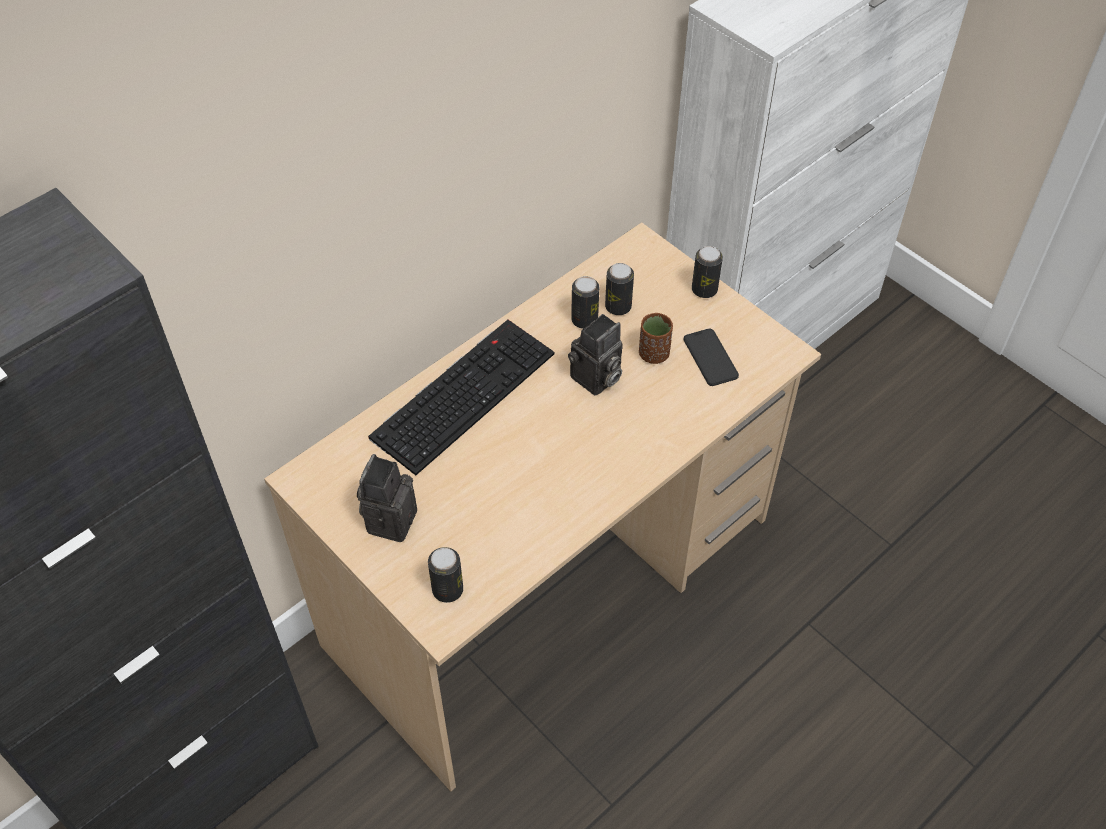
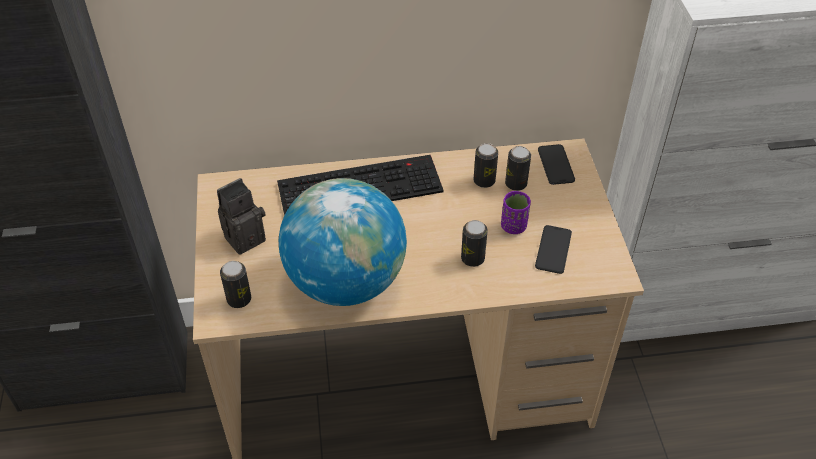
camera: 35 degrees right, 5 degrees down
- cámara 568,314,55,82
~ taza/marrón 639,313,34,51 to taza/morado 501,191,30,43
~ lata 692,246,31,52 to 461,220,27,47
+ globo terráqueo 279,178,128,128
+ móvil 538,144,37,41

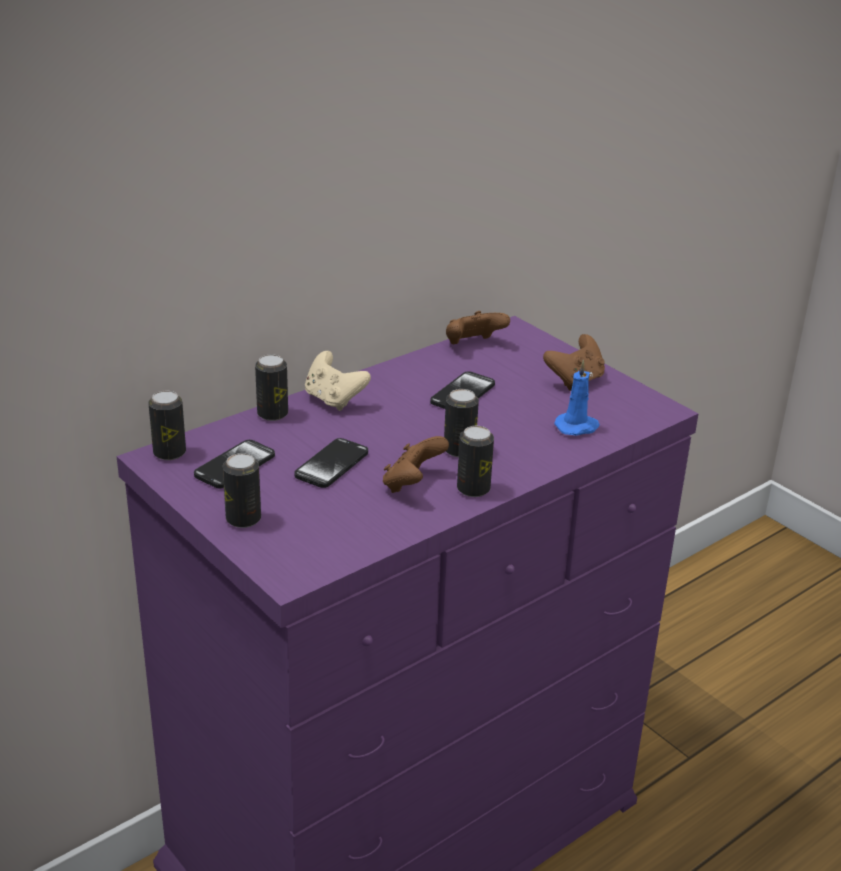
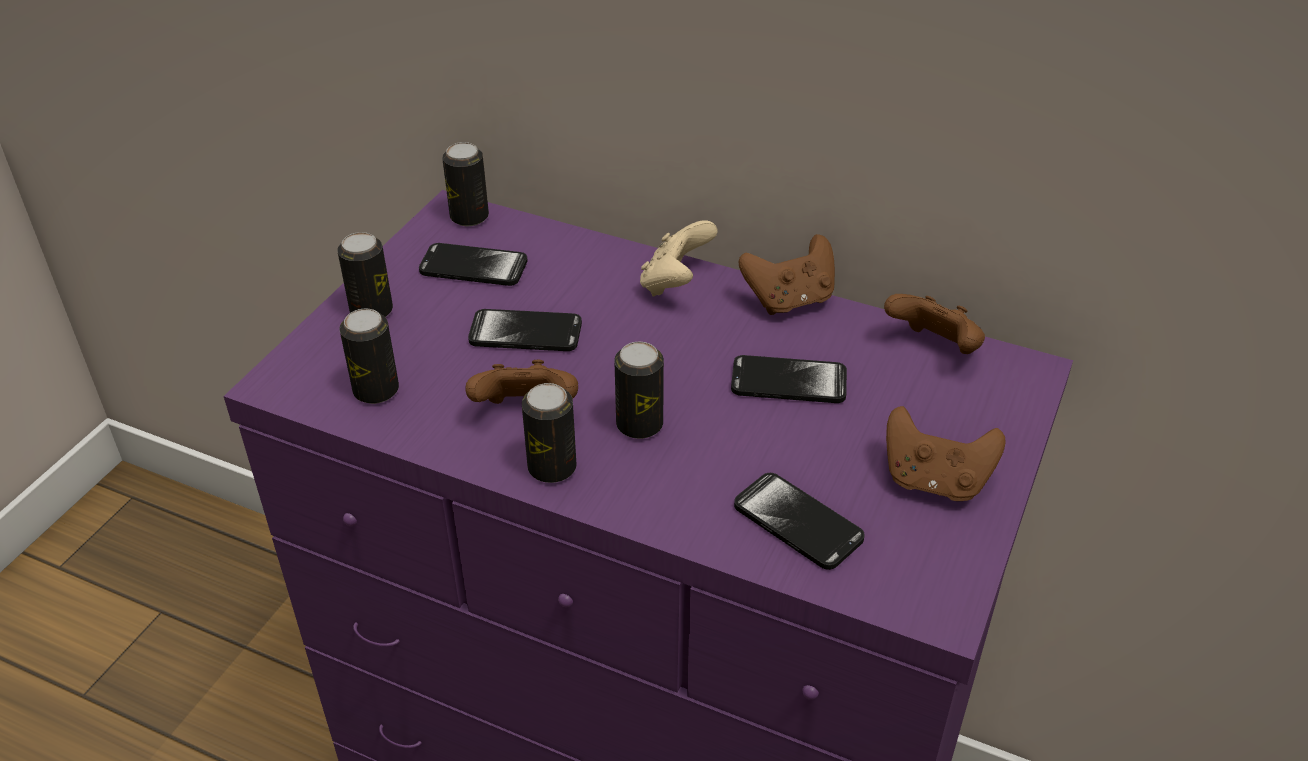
camera: 65 degrees right, 10 degrees up
~ lata 255,354,33,67 to 339,309,60,95
~ vela/azul 554,360,46,76 to móvil 734,473,131,97
+ mando de consola/marrón 739,234,96,81

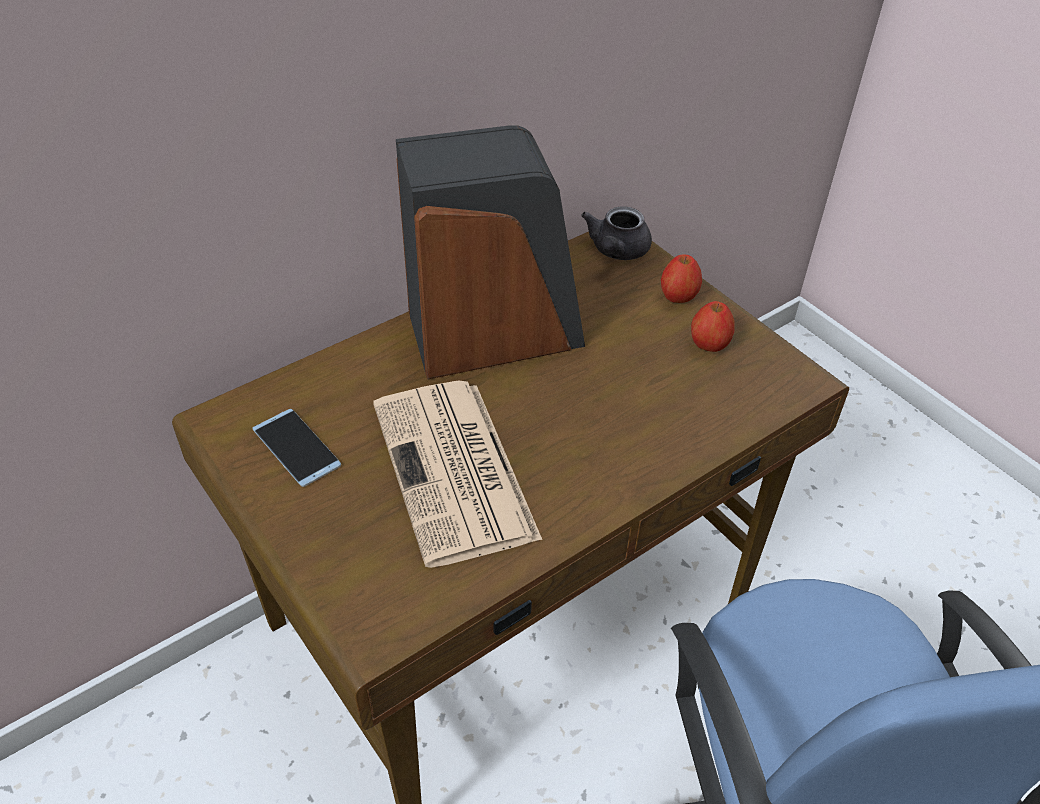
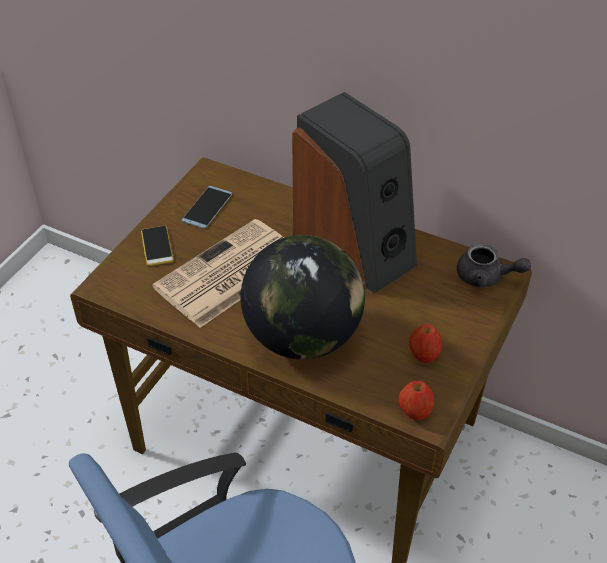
camera: 65 degrees right, 0 degrees up
~ tetera/gris 581,206,71,54 = 457,244,74,43 150 degrees counterclockwise
~ manzana 661,254,41,49 to 398,381,36,39
+ móvil 141,226,33,40
+ globo terráqueo 241,235,124,125

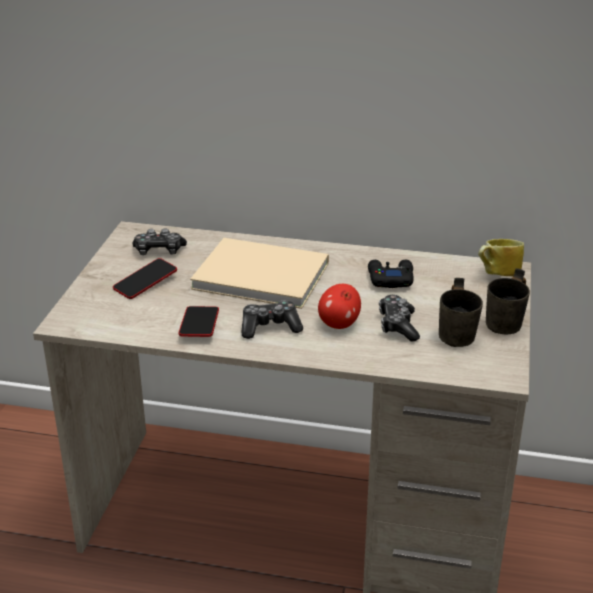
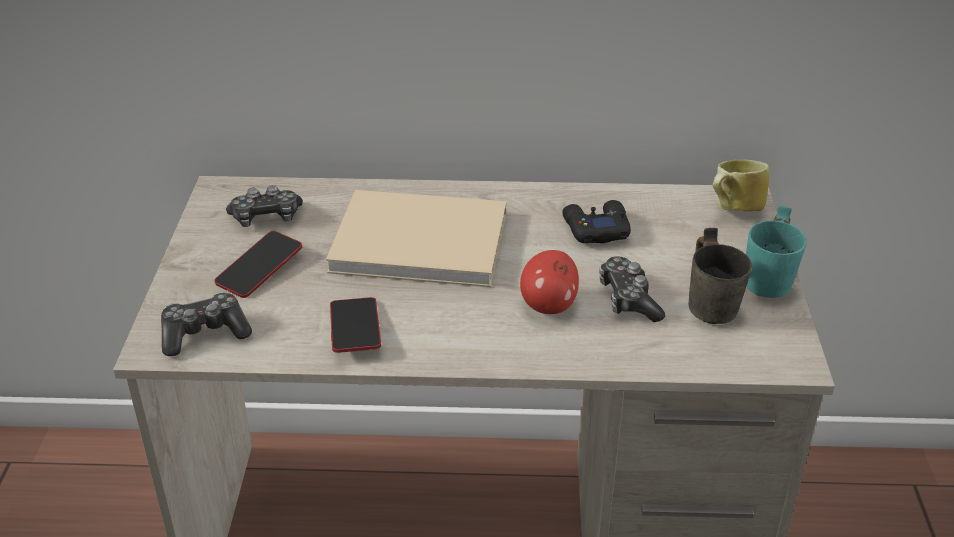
camera: 10 degrees left, 5 degrees up
~ mando de consola 242,301,61,38 to 161,292,91,64
~ taza grande/gris 486,268,44,66 to taza grande/turquesa 746,206,61,92

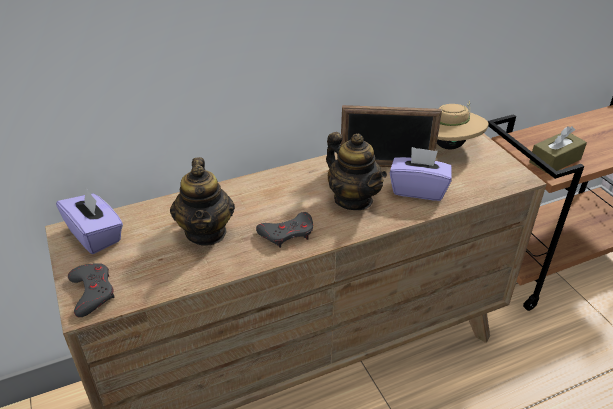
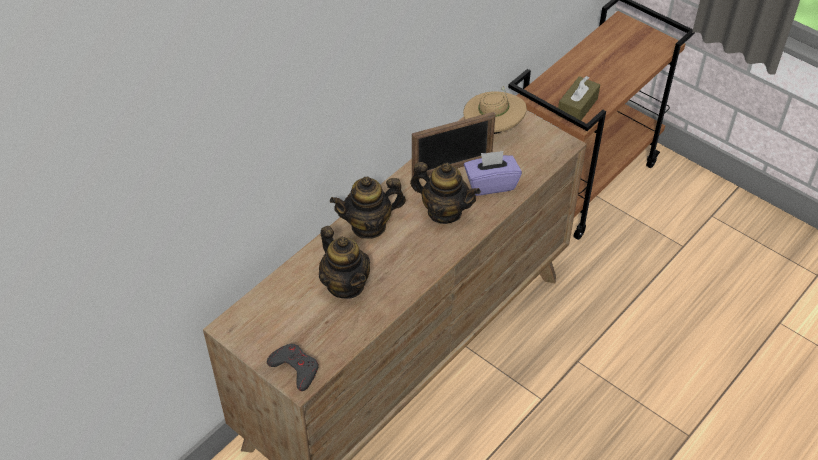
camera: 25 degrees left, 10 degrees up
- caja de pañuelos/morado 56,188,67,66
- mando de consola/gris 256,212,57,36
+ tetera 330,177,76,62

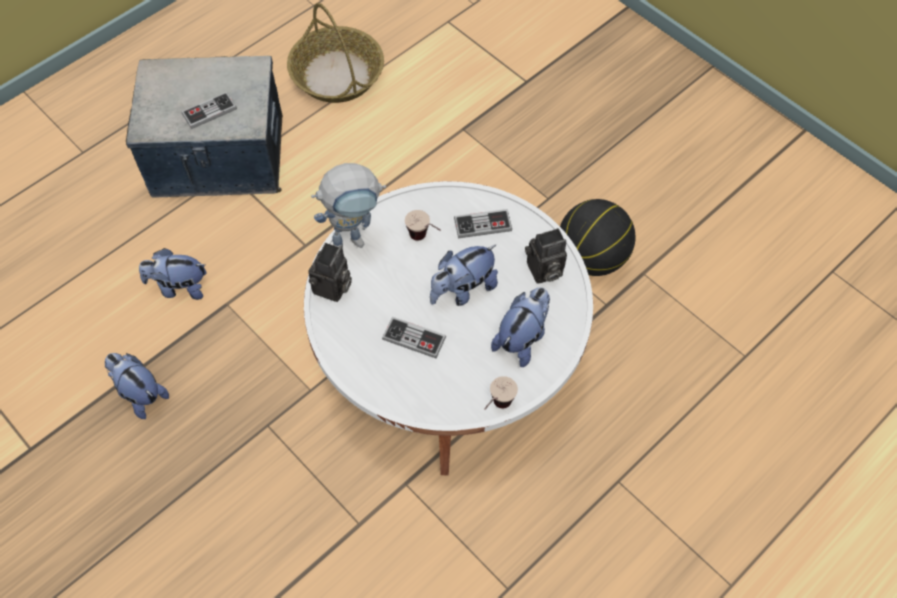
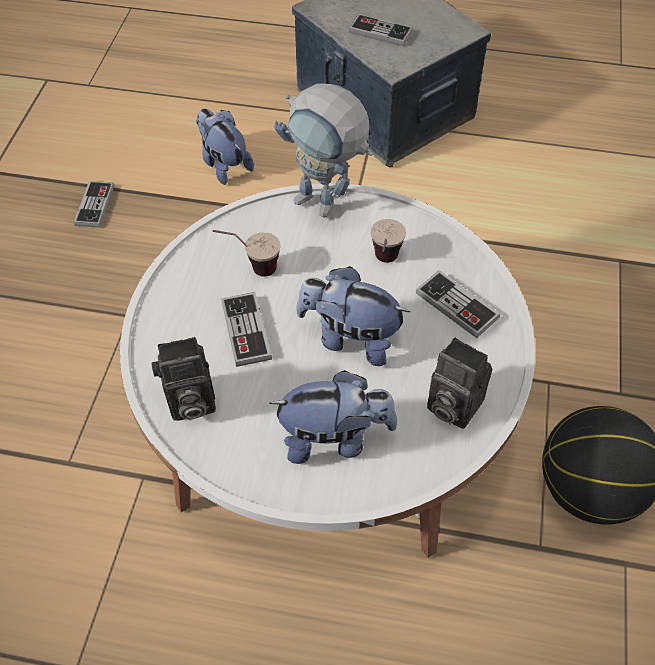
camera: 55 degrees right, 5 degrees down
~ peluche 105,353,64,66 to mando de consola 74,181,40,47
- cesta 287,3,97,100
~ cámara 308,243,44,59 to 152,337,64,84
~ taza 484,376,34,34 to 213,230,67,47

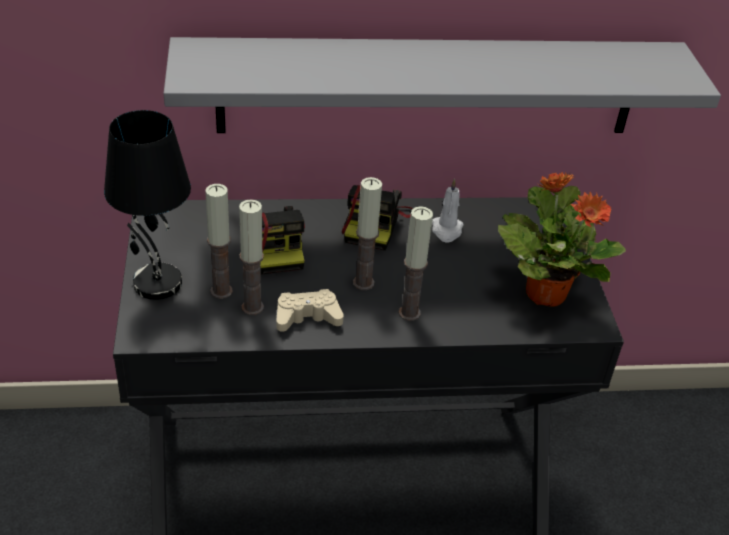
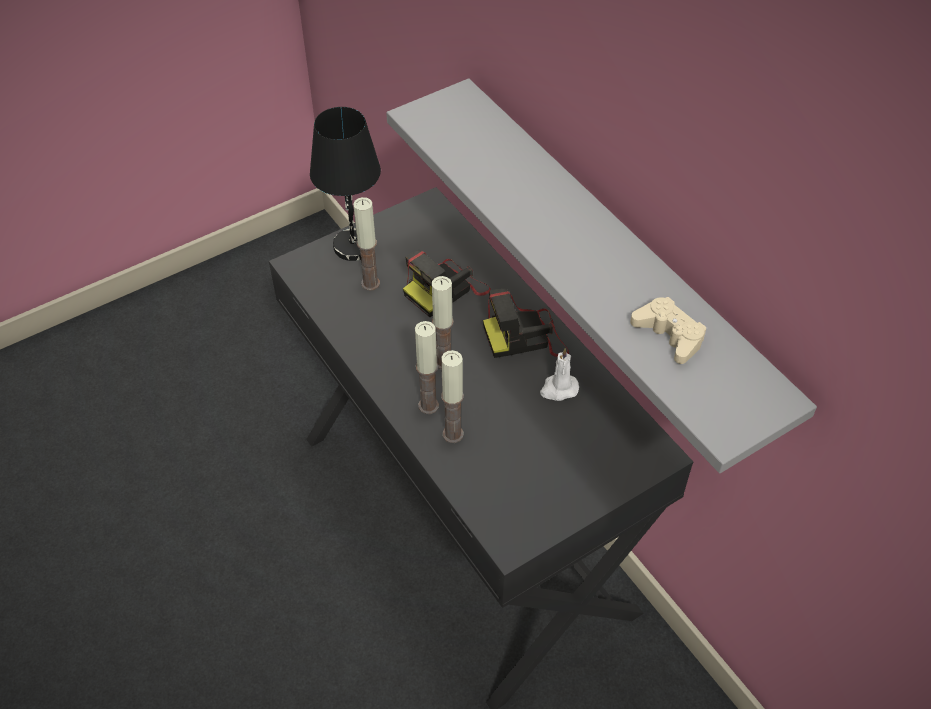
camera: 65 degrees right, 10 degrees up
~ vela 239,199,25,116 to 441,350,23,93
~ mando de consola/beis 276,289,68,43 to 630,297,76,67
- planta en maceta 498,172,128,135

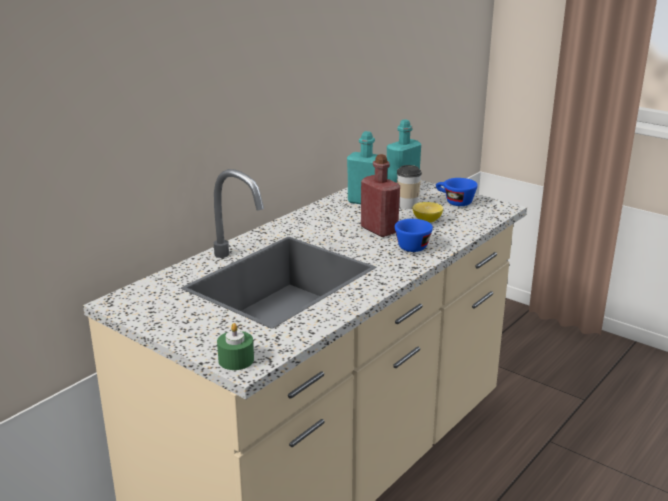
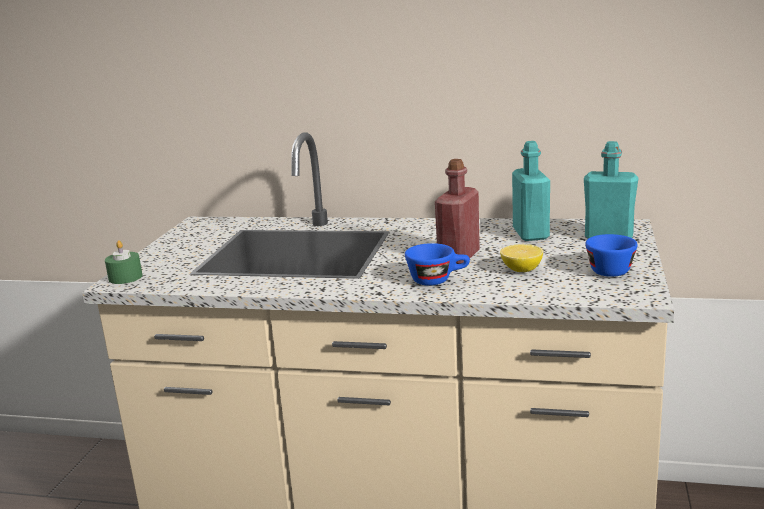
camera: 65 degrees right, 5 degrees down
- taza 397,165,25,44

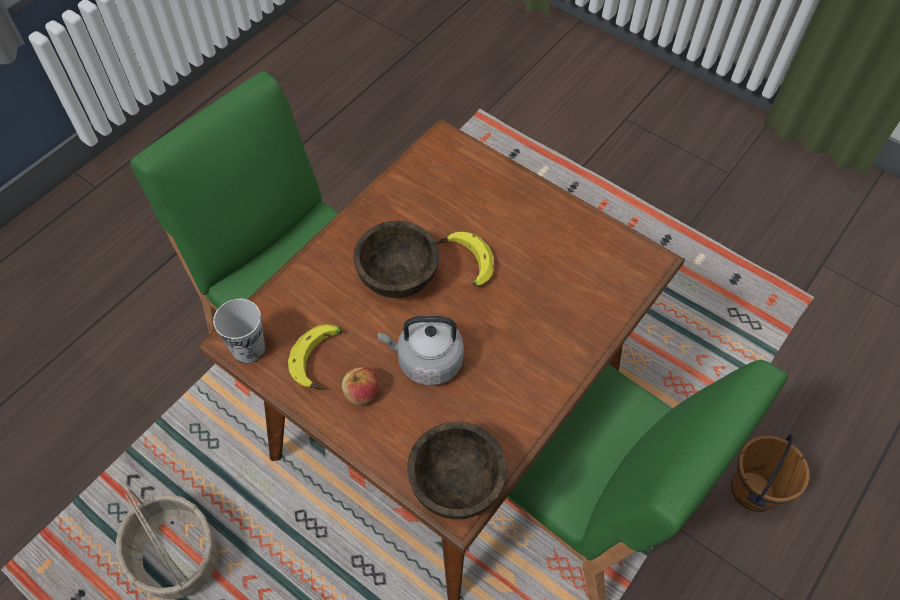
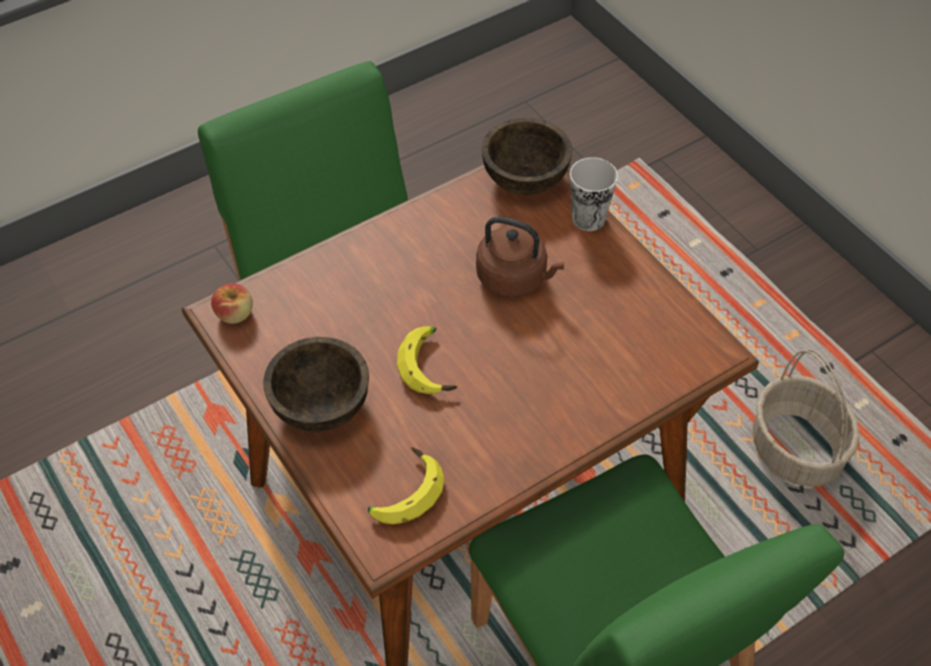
camera: 160 degrees left, 5 degrees down
~ taza 213,299,52,65 to 570,157,48,74
~ plátano 288,324,54,66 to 368,447,76,78
~ manzana 342,366,37,39 to 211,283,42,41
~ cuenco/marrón 353,221,86,77 to 263,337,106,95
~ hervidor/gris 378,316,86,70 to hervidor/marrón 476,217,89,80
- cubo/marrón 731,434,78,78

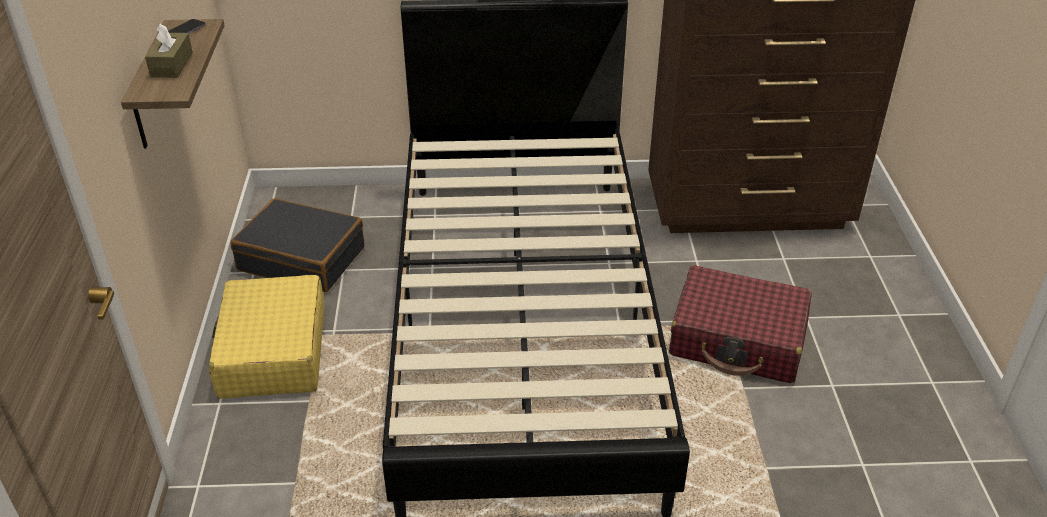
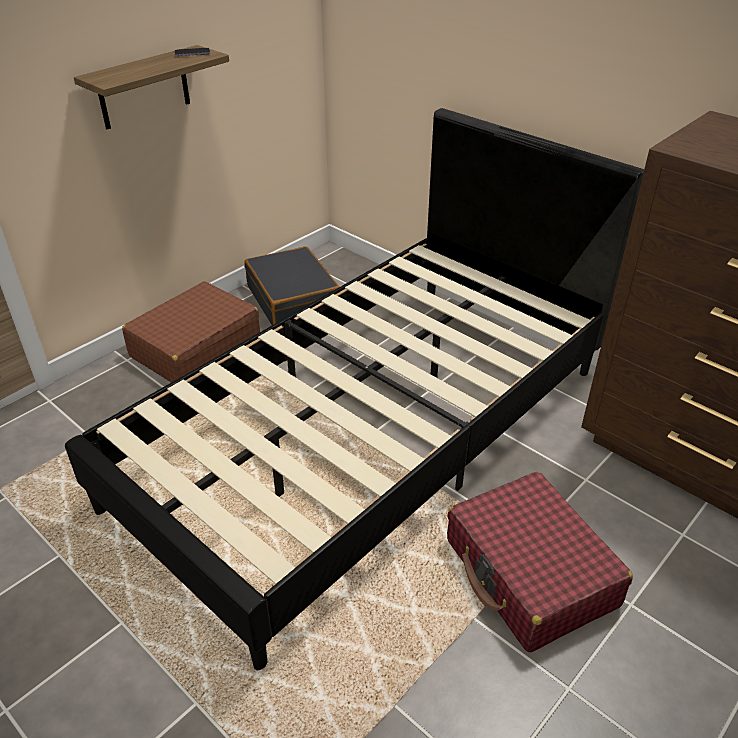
camera: 45 degrees right, 0 degrees up
- caja de pañuelos/marrón 145,24,48,54
~ maleta/amarillo 209,275,115,124 to maleta/marrón 122,281,138,101

